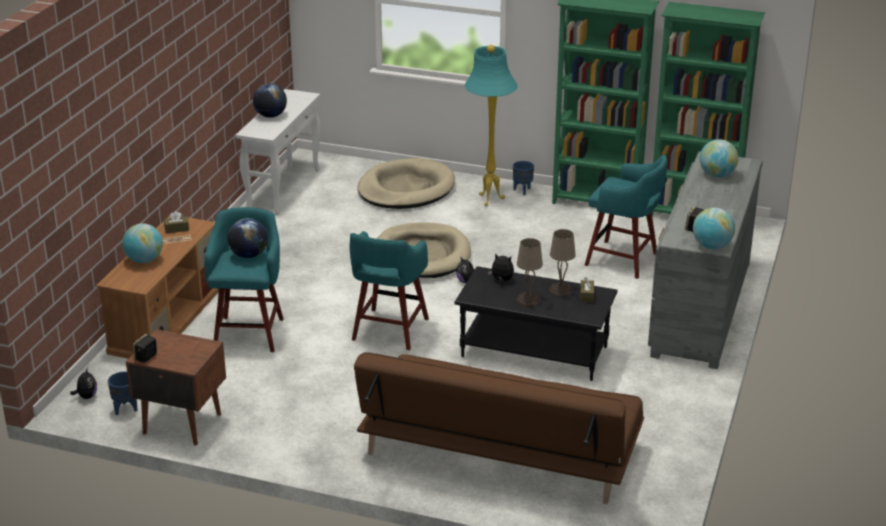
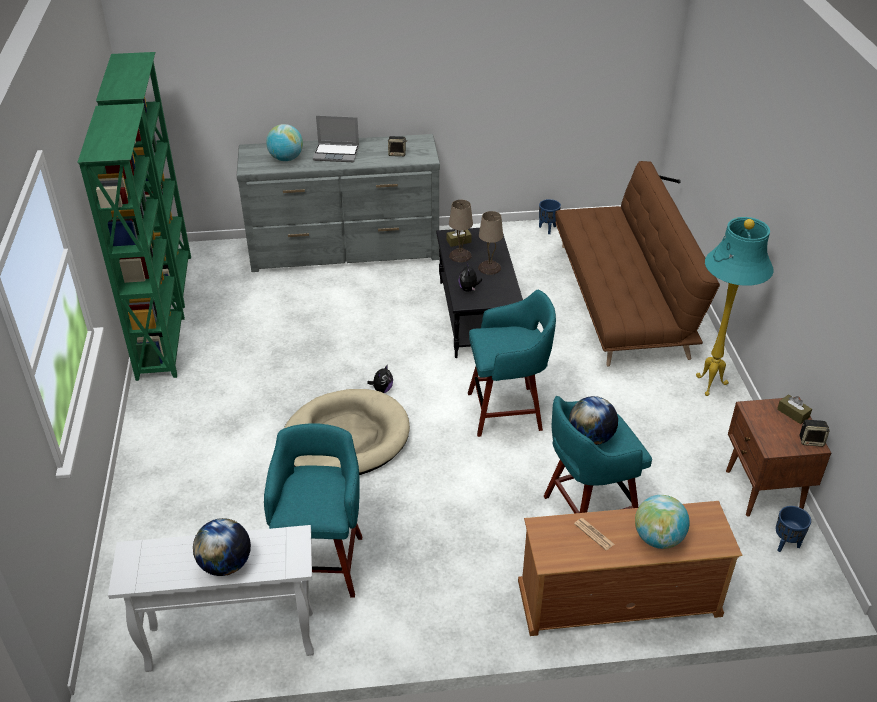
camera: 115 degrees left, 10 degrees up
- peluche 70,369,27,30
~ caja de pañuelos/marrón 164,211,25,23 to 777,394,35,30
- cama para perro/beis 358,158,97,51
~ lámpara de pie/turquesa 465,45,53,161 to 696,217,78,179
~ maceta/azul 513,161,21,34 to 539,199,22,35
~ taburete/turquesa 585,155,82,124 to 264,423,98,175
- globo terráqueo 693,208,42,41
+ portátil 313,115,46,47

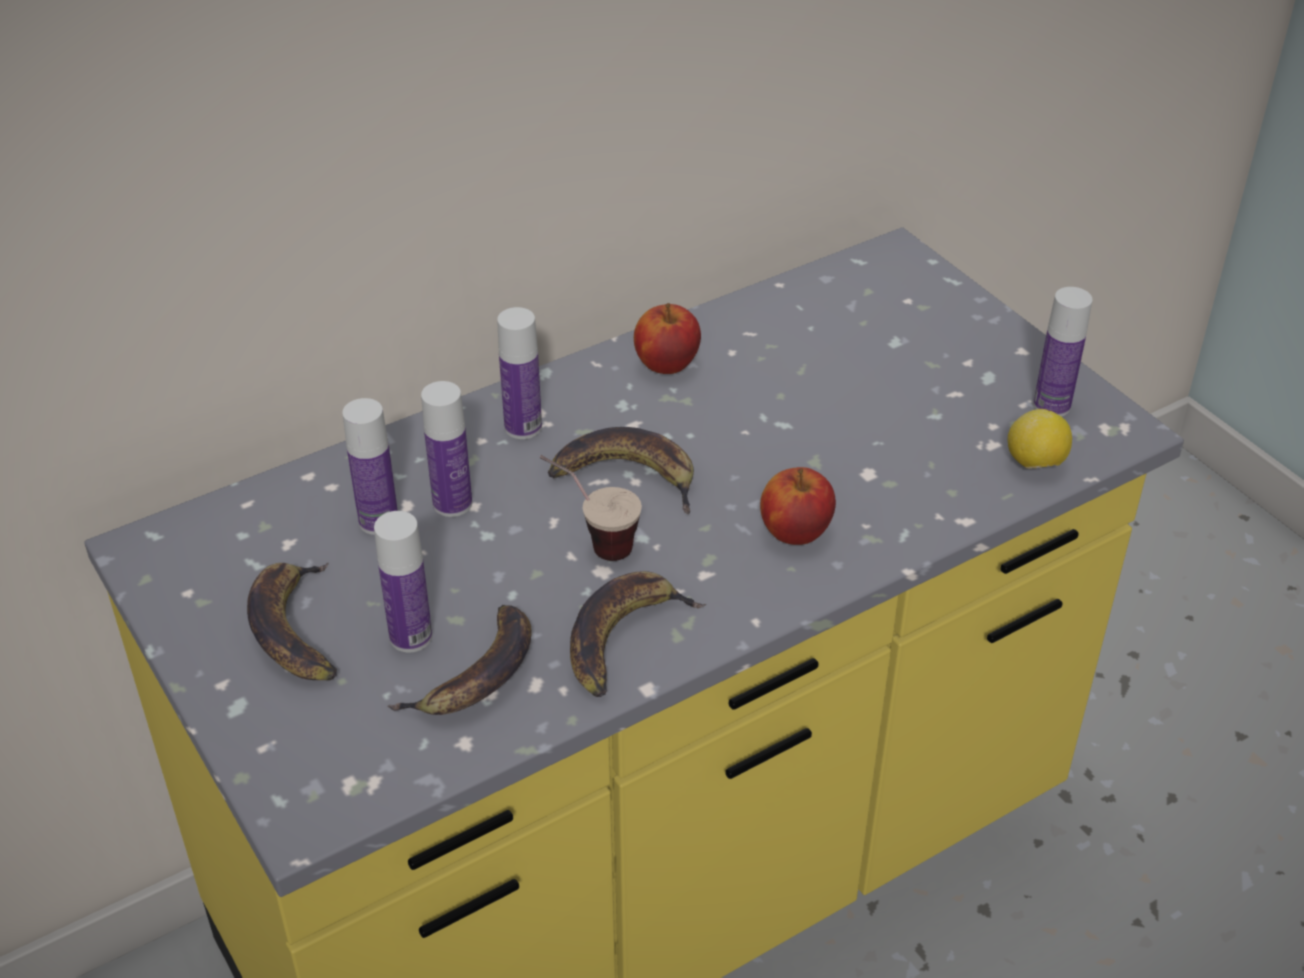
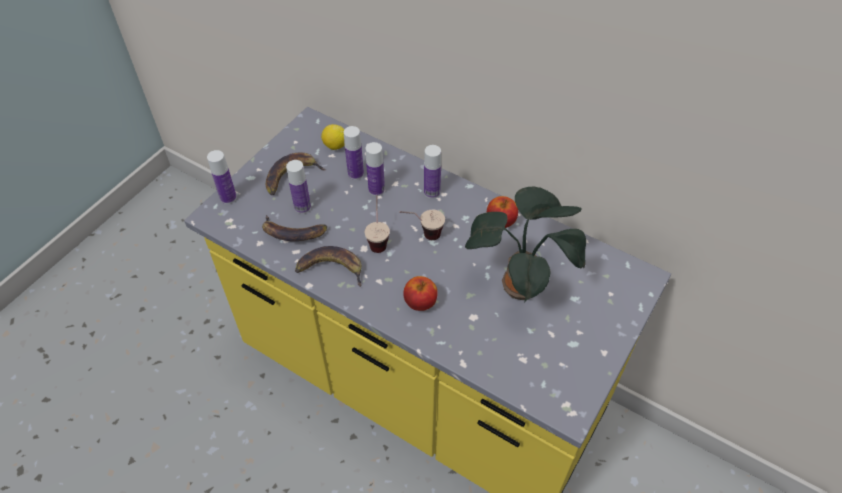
camera: 65 degrees right, 10 degrees up
~ plátano 548,427,146,87 to taza 399,210,46,30
~ limón 1008,409,64,60 to 321,124,24,26
~ botella 1033,287,60,130 to 207,150,30,54
+ planta en maceta 465,187,121,116

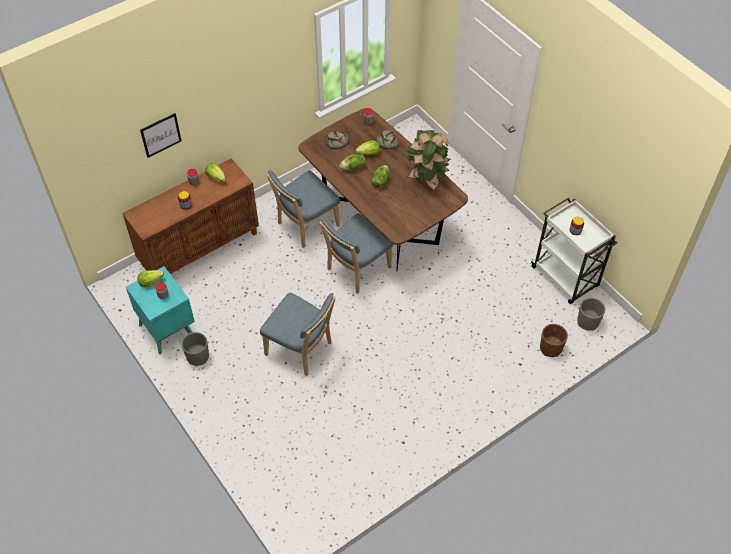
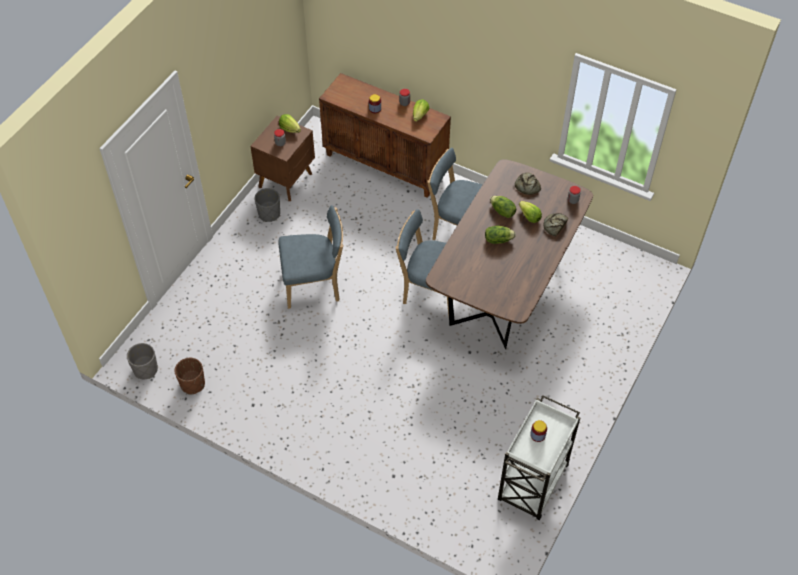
camera: 65 degrees right, 0 degrees up
~ mesita de noche/turquesa 126,266,69,88 to mesita de noche/marrón 250,116,65,85
- cuadro 140,113,42,45
~ silla/azul 260,292,76,84 = 278,205,65,104 105 degrees counterclockwise
- planta en maceta 406,130,44,61
~ maceta/marrón 540,324,28,33 to 175,358,30,37
~ maceta/gris 577,298,28,33 to 127,343,31,36

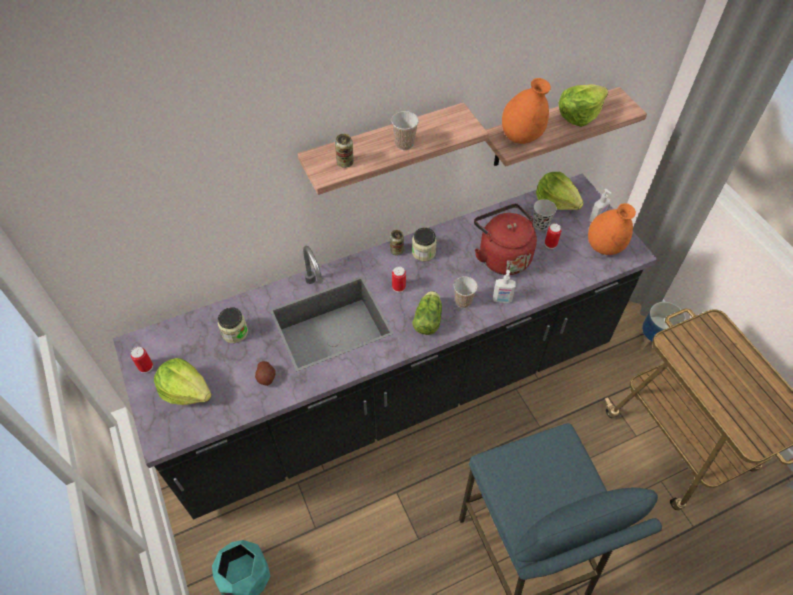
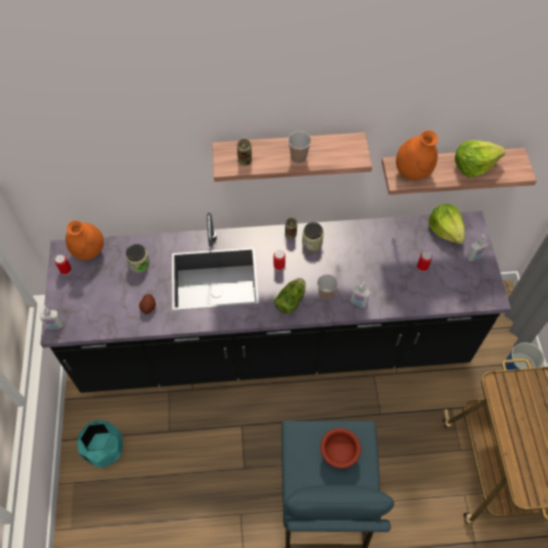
camera: 20 degrees right, 5 degrees up
- lechuga 154,358,58,47
- hervidor/rojo 474,204,63,71
- taza/negro 533,199,24,31
~ florero/naranja 588,203,48,52 to 65,220,39,40
+ dispensador de jabón 40,305,23,24
+ cuenco/marrón 320,428,41,41

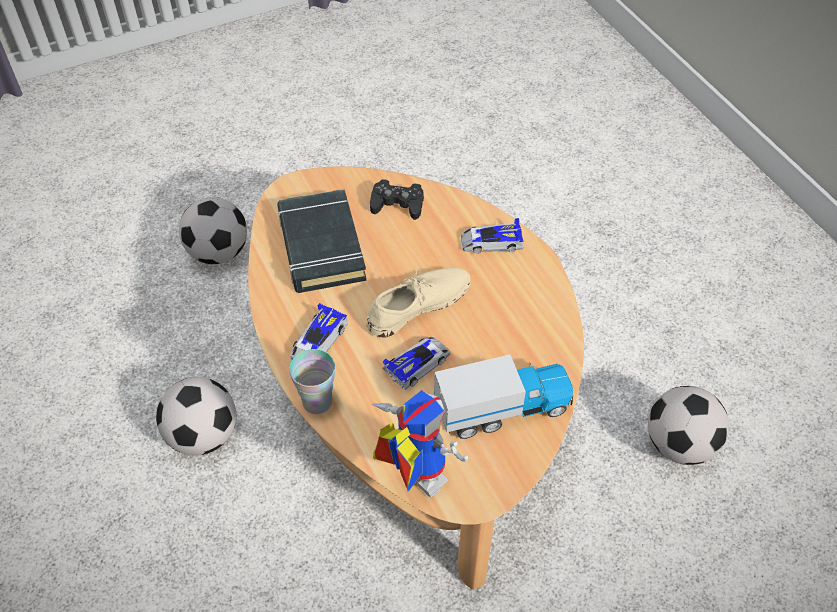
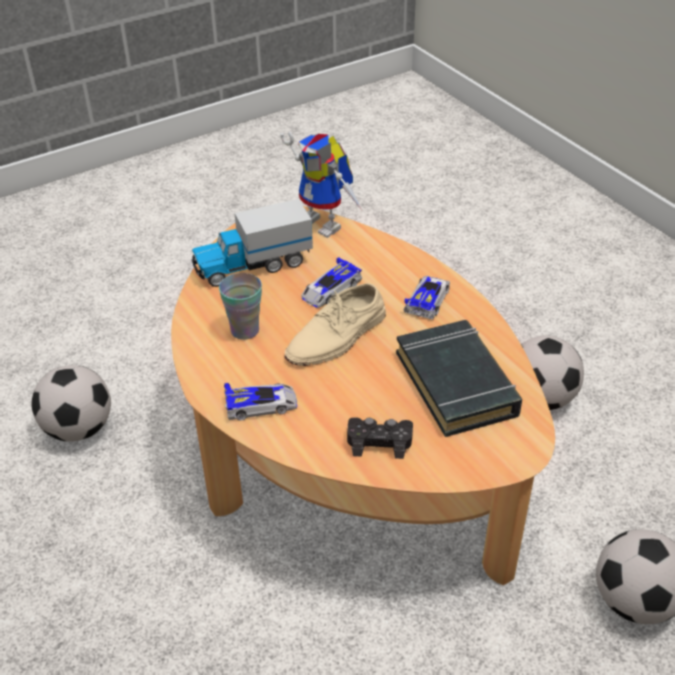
camera: 175 degrees right, 10 degrees down
~ taza 289,349,46,65 to 219,273,43,67

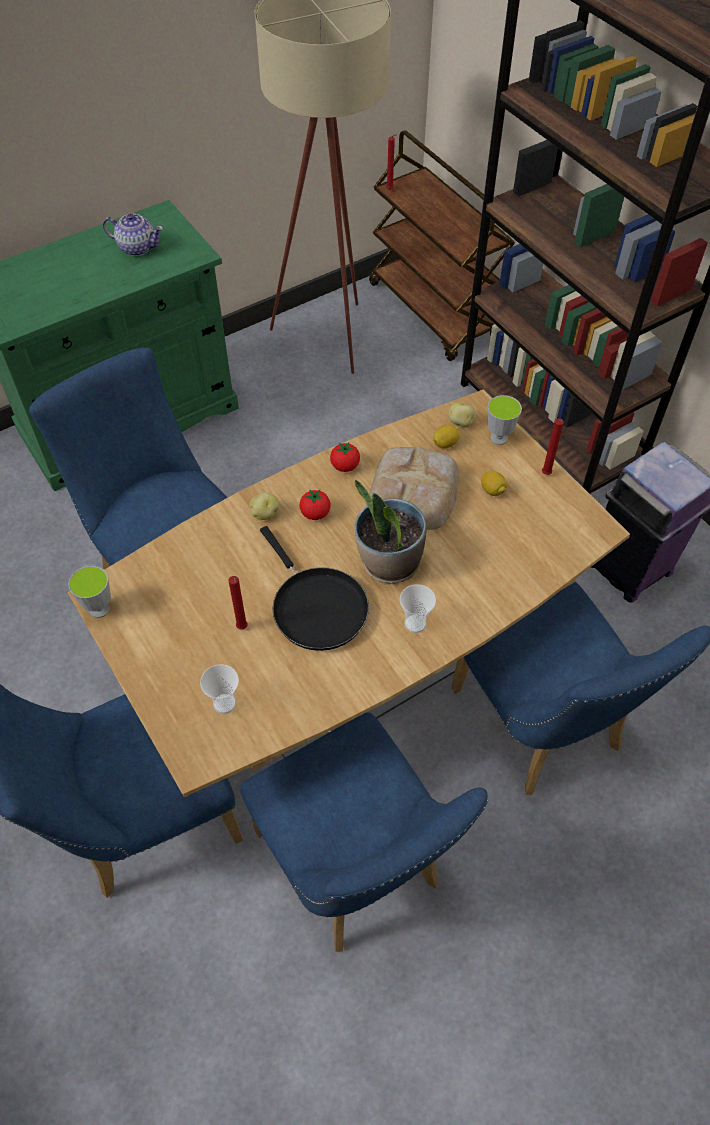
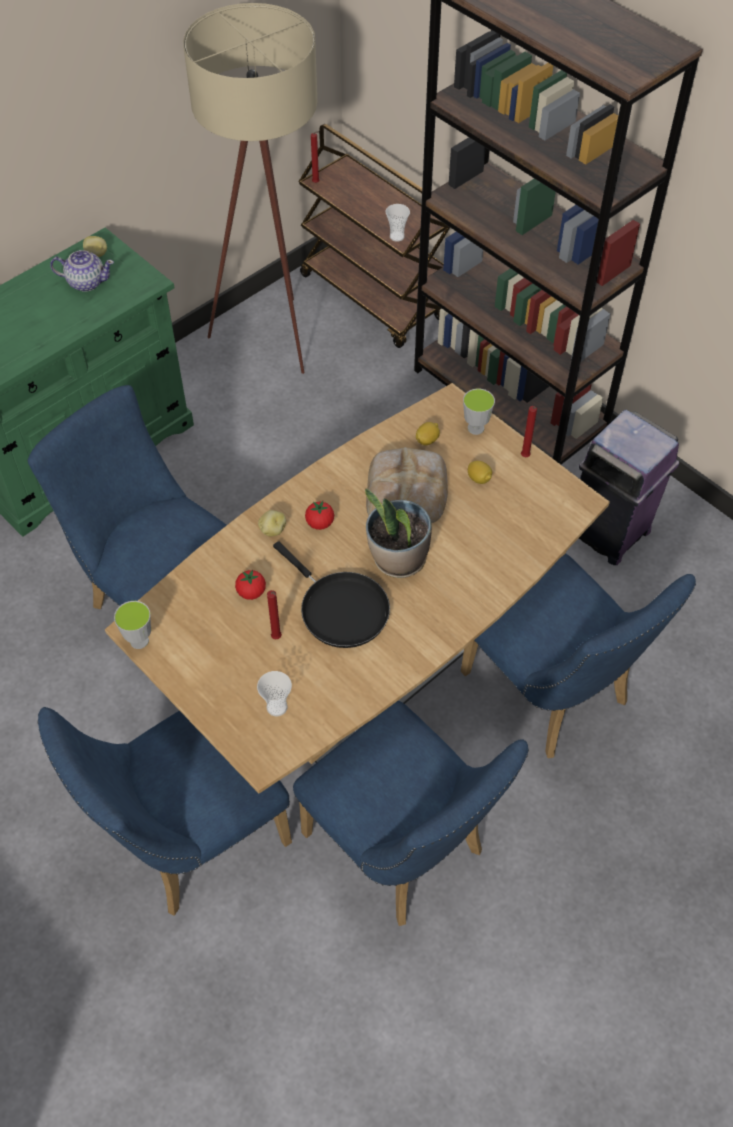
camera: 10 degrees left, 0 degrees up
~ tomate 330,442,30,30 to 235,569,31,31
~ taza 400,584,36,49 to 386,204,24,38
~ patata 449,402,27,25 to 83,236,24,21

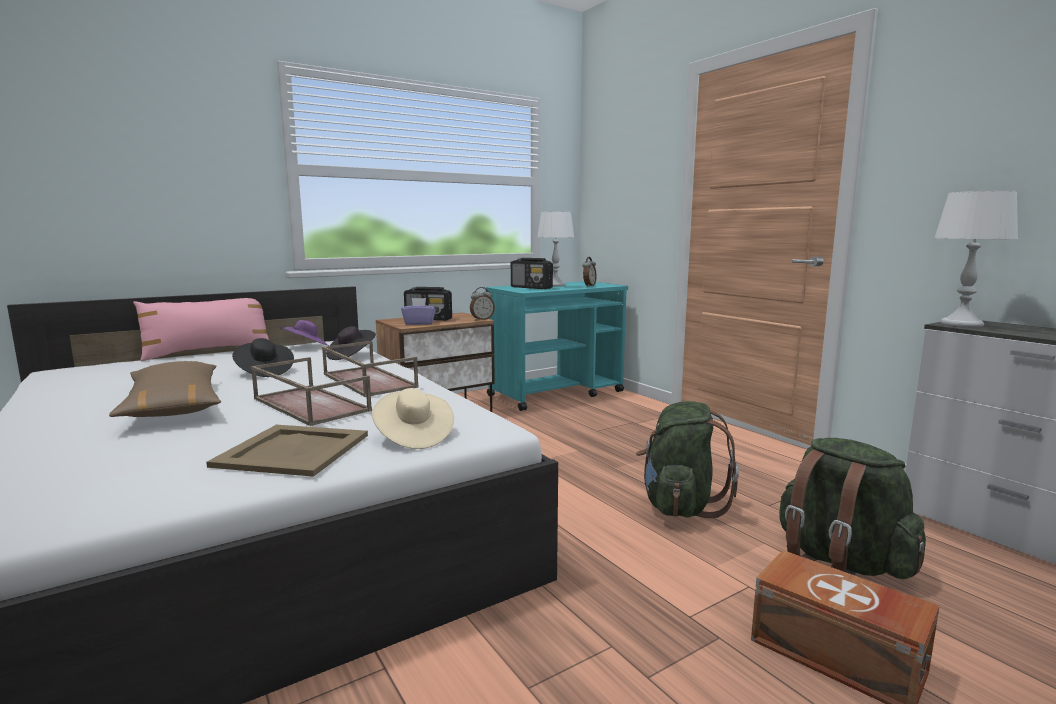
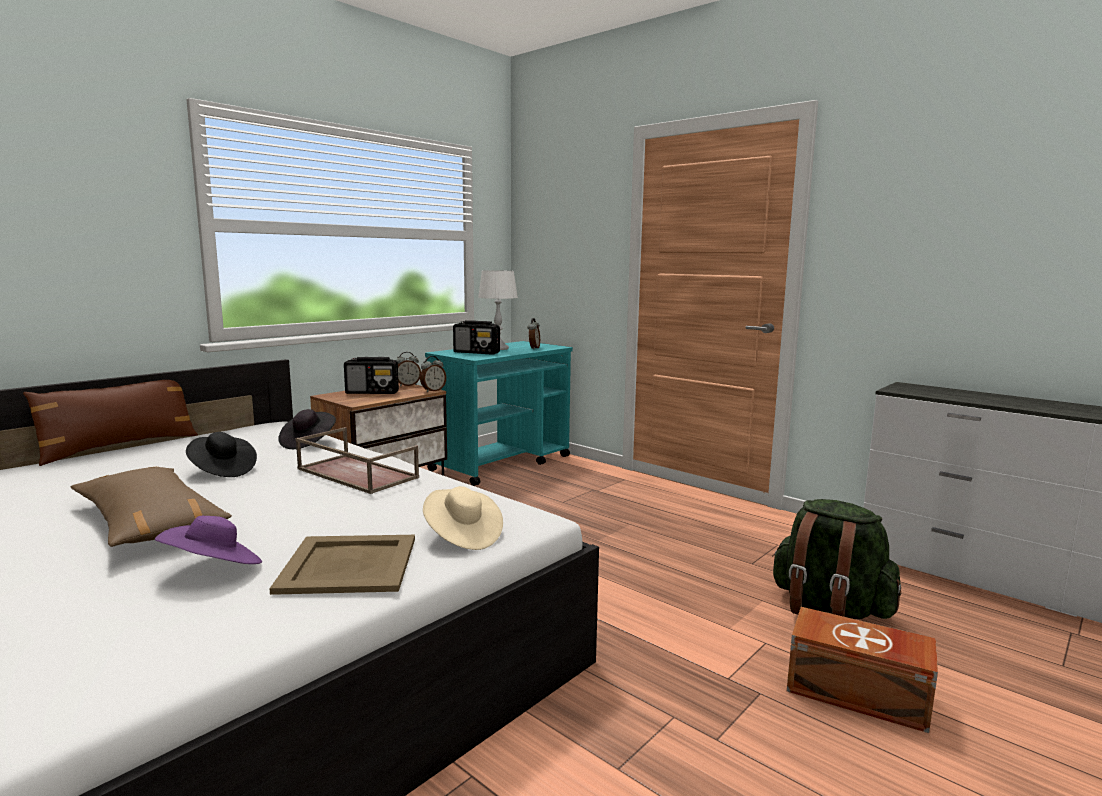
camera: 15 degrees left, 0 degrees up
~ cojín/rosa 133,298,136,64 to cojín/marrón 23,380,175,86
- bandeja/marrón 251,357,121,69
~ sombrero/morado 281,320,48,26 to 155,516,107,48
- caja de pañuelos/morado 401,298,35,27
- mochila/verde 636,401,103,117
- lámpara de mesa/blanco 934,190,84,138
+ despertador 396,352,25,35

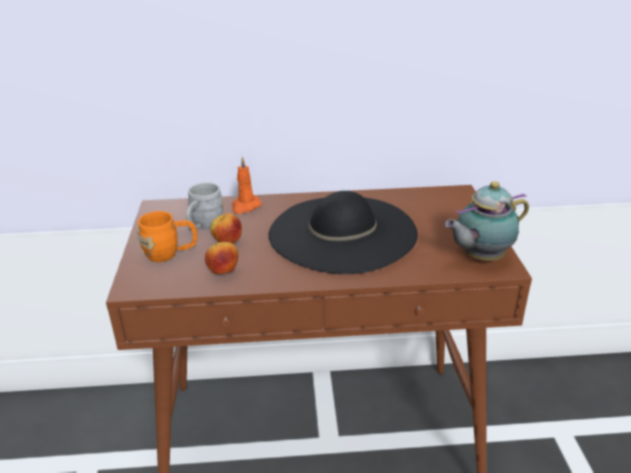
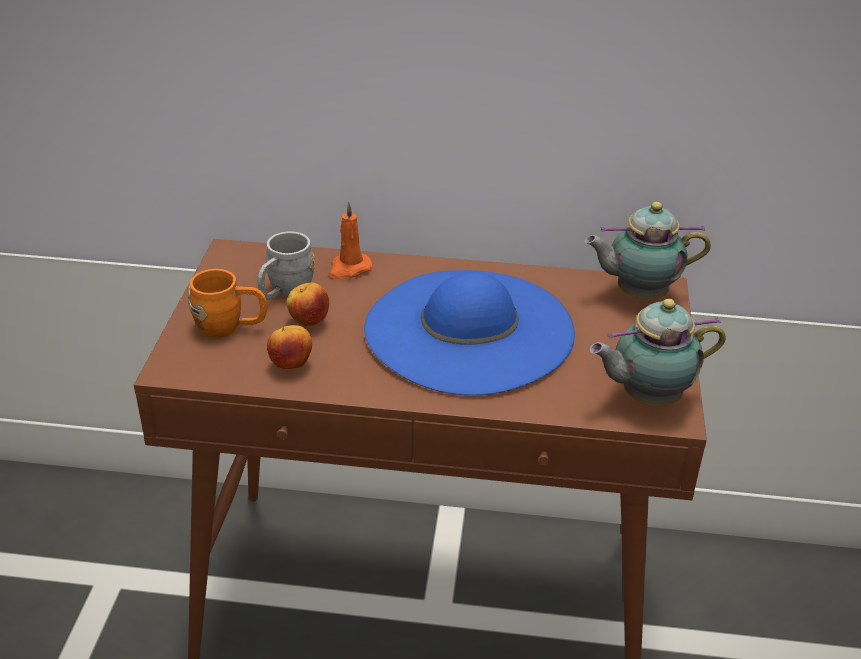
camera: 10 degrees right, 5 degrees up
~ sombrero/negro 268,191,150,83 to sombrero/azul 364,270,211,125
+ tetera 584,202,127,97

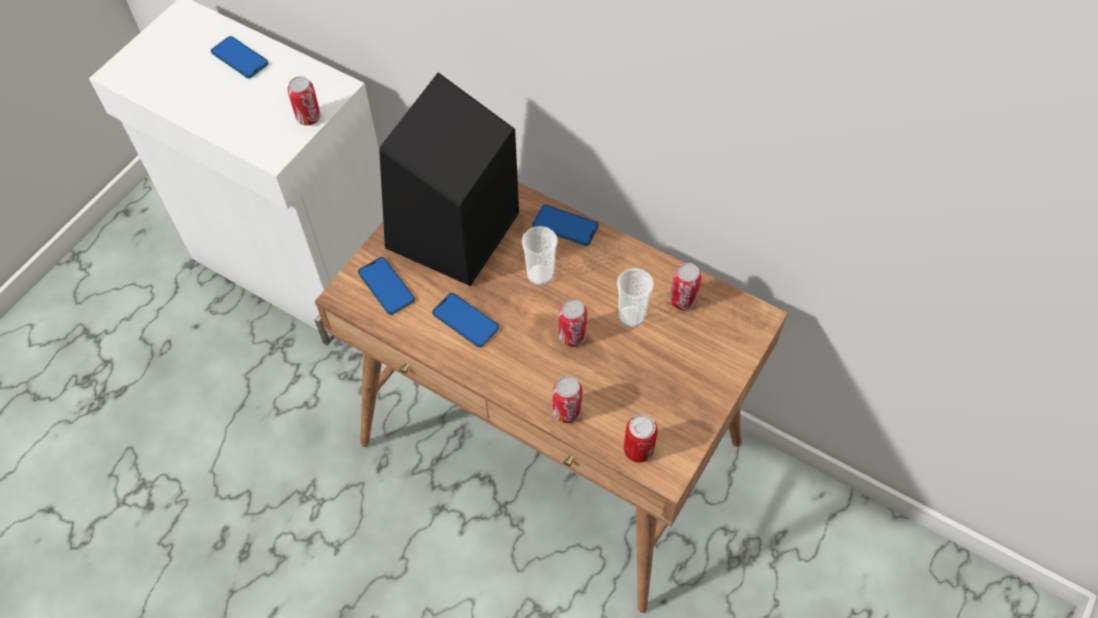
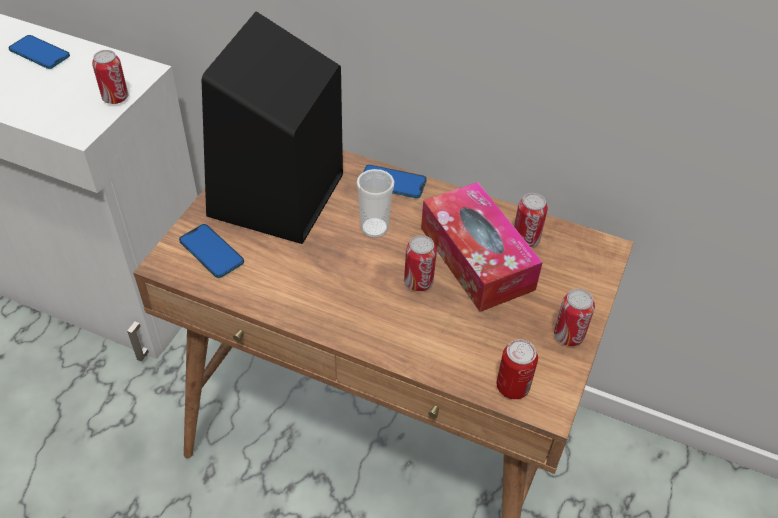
camera: 10 degrees left, 10 degrees down
- móvil 432,293,67,54
~ lata 553,376,29,47 to 554,289,41,57
~ taza 617,268,37,60 to caja de pañuelos 421,182,122,130

